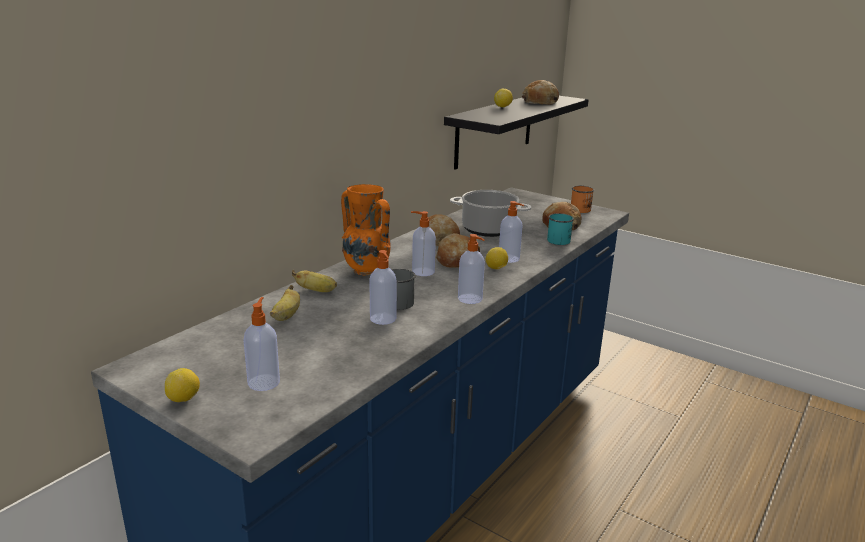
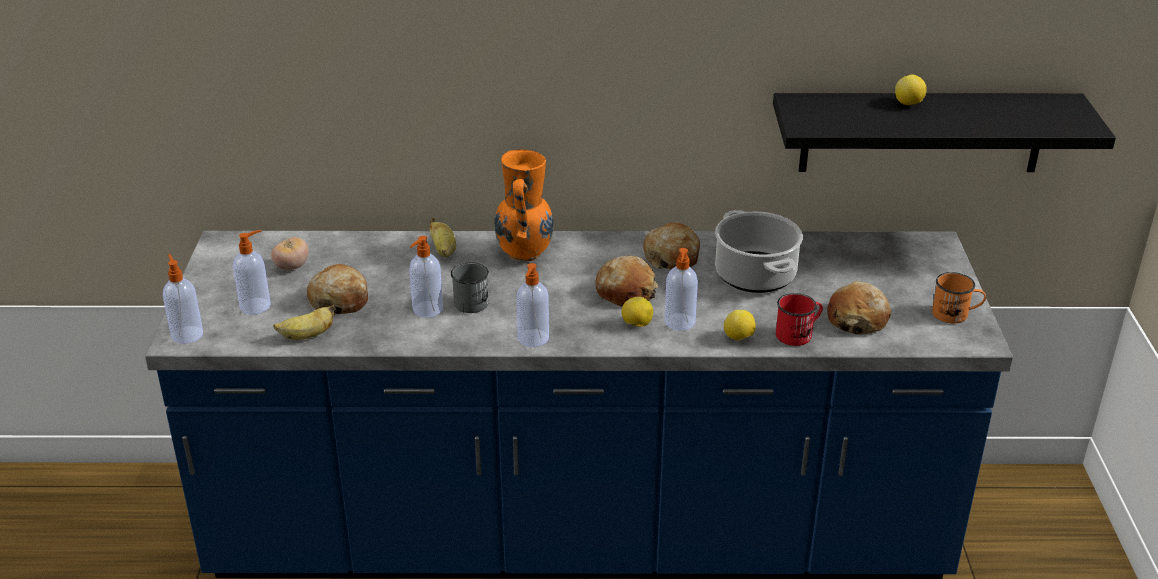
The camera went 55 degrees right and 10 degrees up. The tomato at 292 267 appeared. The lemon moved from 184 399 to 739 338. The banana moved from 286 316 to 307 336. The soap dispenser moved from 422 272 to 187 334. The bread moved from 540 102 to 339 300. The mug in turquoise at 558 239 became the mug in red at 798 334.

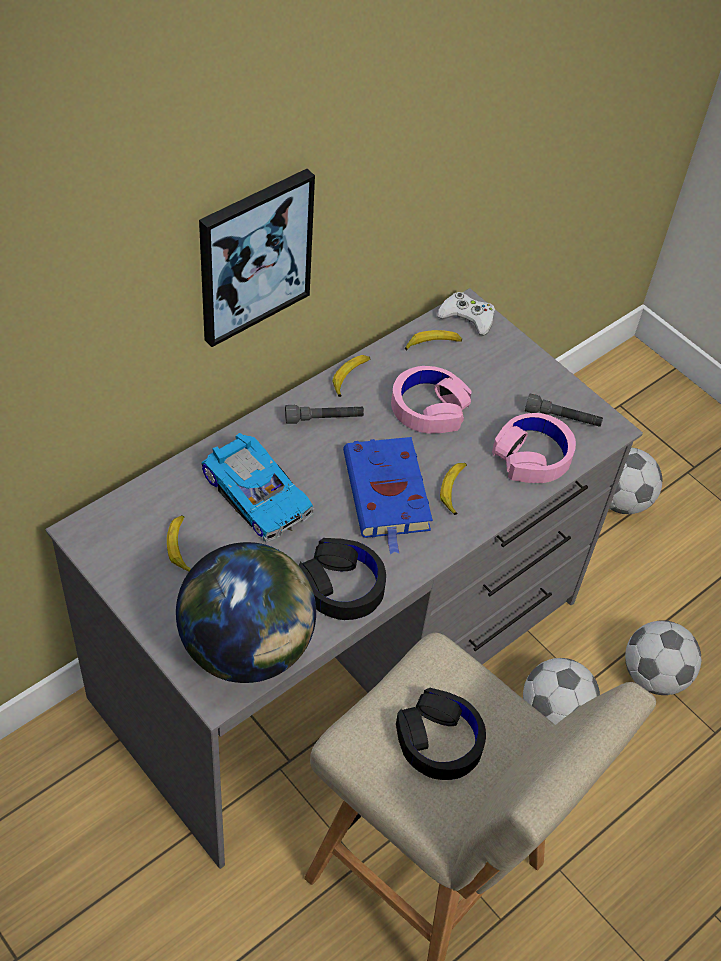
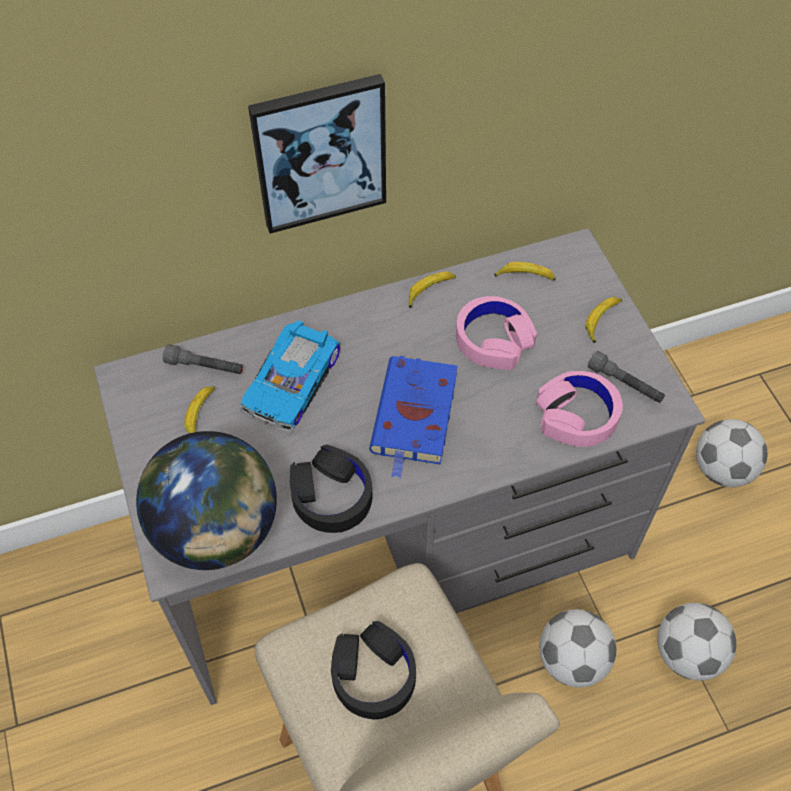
The camera went 25 degrees right and 5 degrees up. The game controller in white at 467 317 disappeared. The flashlight in grey moved from 324 419 to 205 367. The banana moved from 454 490 to 602 321. The toy car at 258 493 turned 45 degrees clockwise.

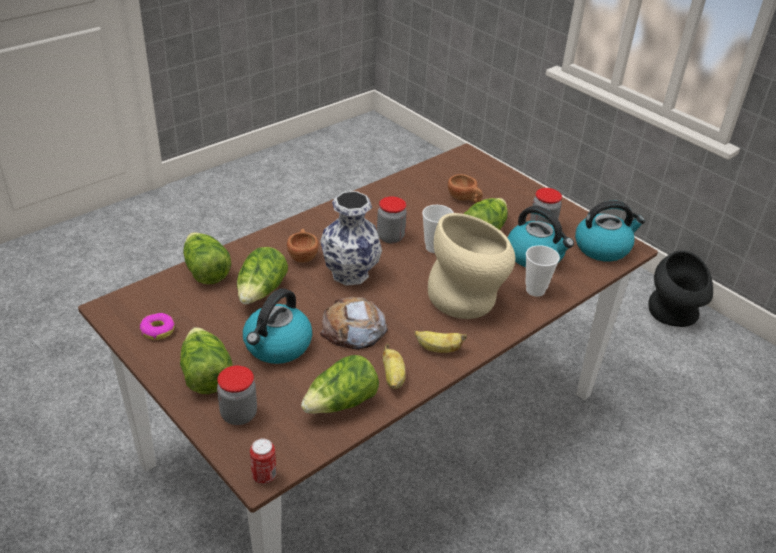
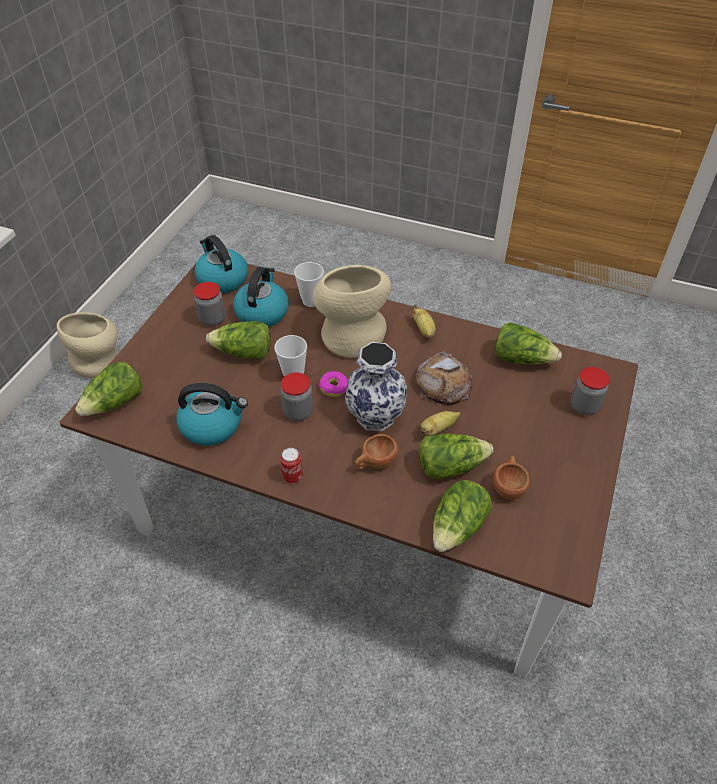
The camera went 115 degrees left and 10 degrees up. The donut moved from 158 330 to 334 387. The lettuce moved from 205 374 to 115 403. The kettle moved from 277 346 to 212 425. The can moved from 264 476 to 293 477. The banana moved from 393 378 to 437 429. The cup in brown moved from 464 199 to 508 486. The vase in black at 673 315 became the vase in beige at 99 362.

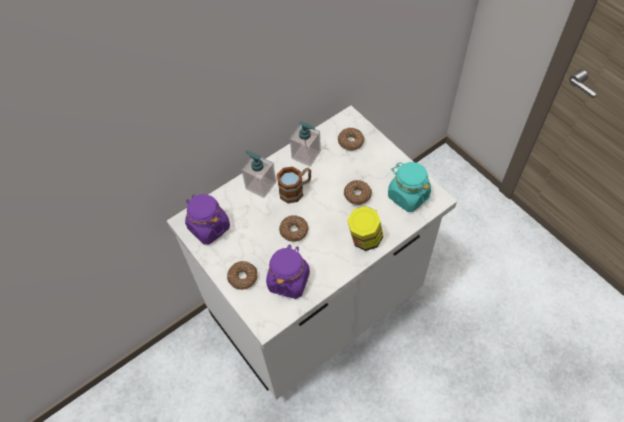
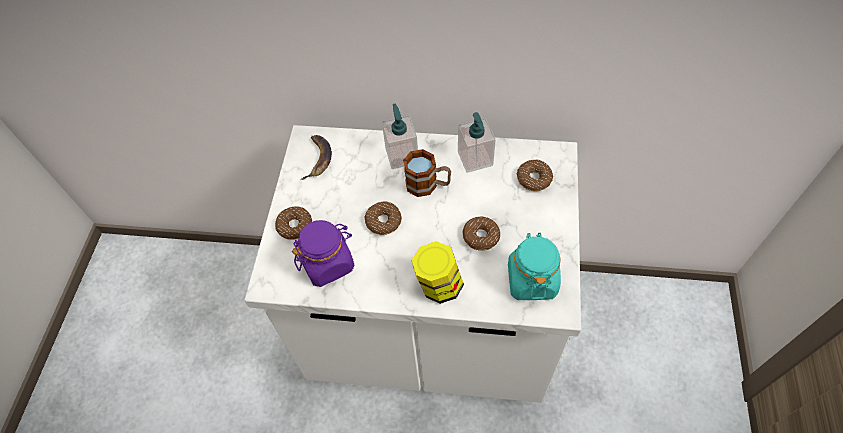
The camera went 45 degrees right and 0 degrees up. The jar in purple at 209 227 was replaced by the banana at 318 158.

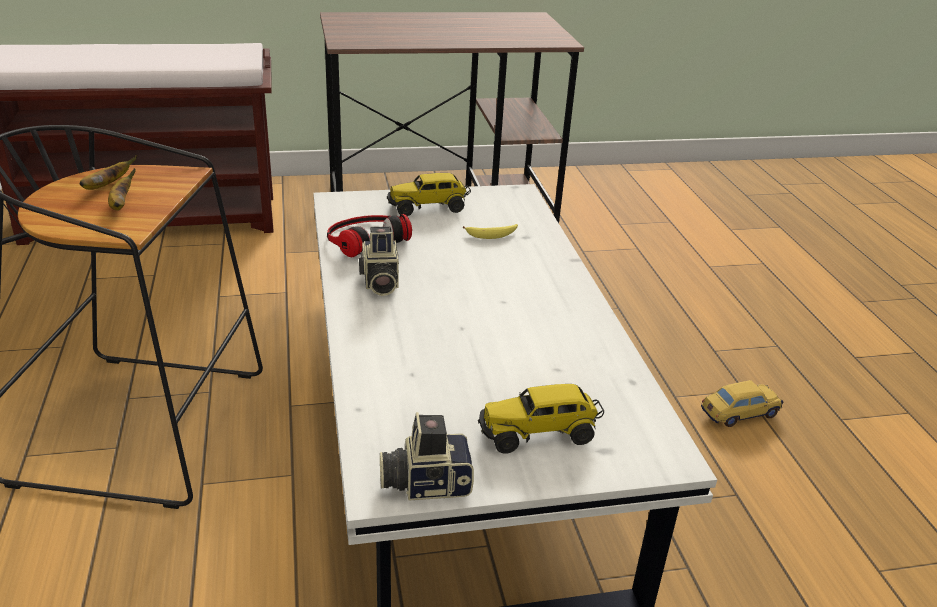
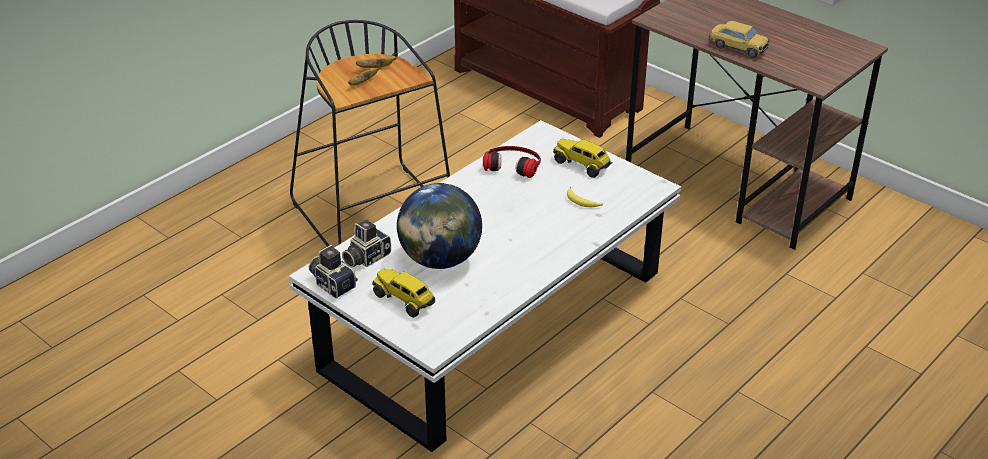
The camera went 55 degrees right and 5 degrees up. The globe at 440 260 appeared. The photo camera moved from 379 282 to 365 257. The toy car moved from 739 413 to 737 48.

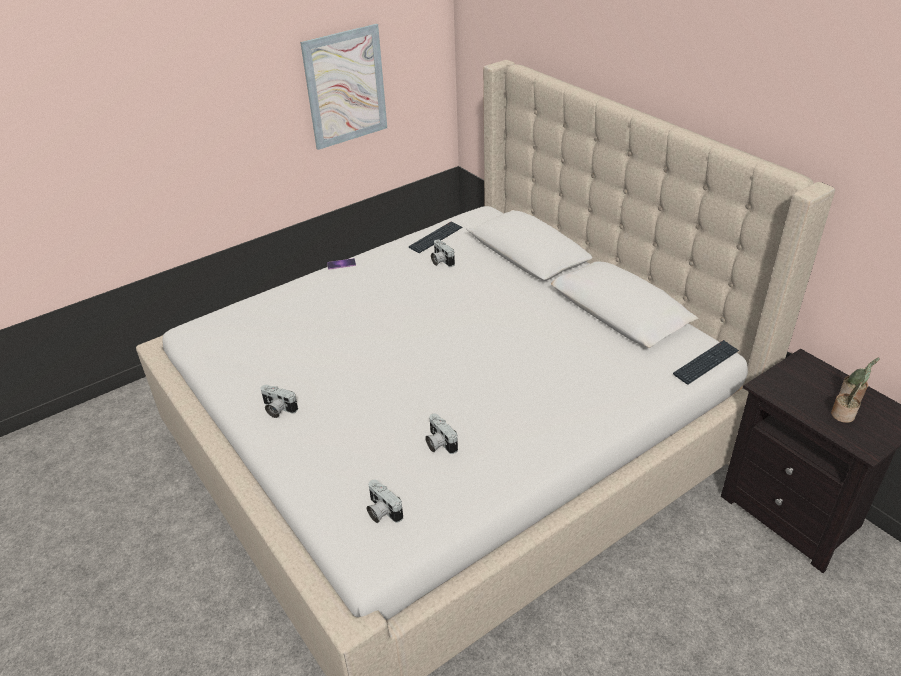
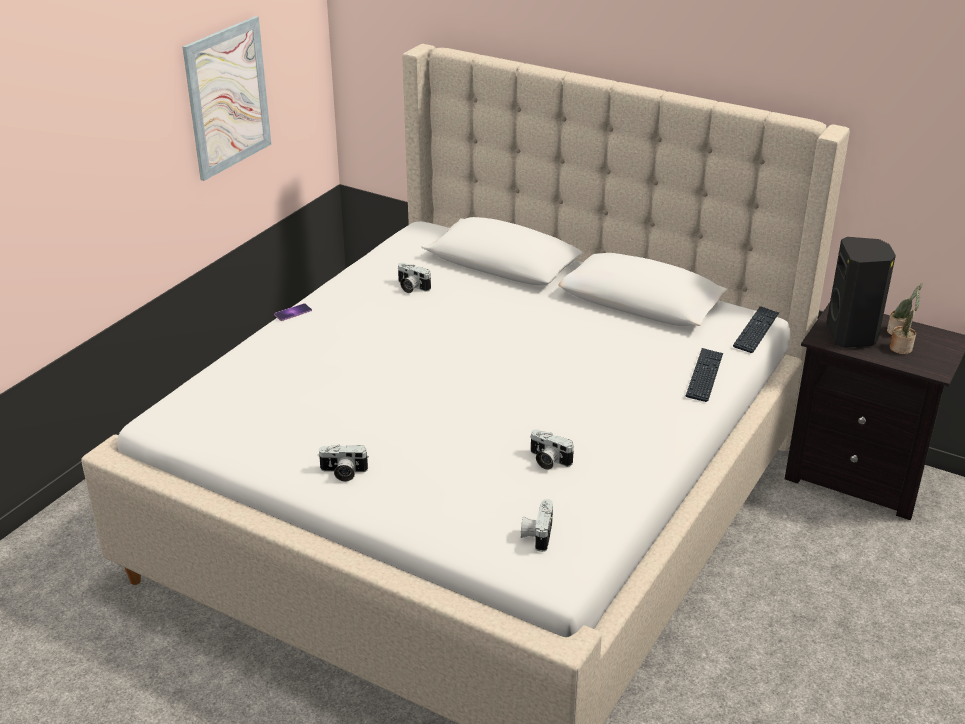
The camera went 25 degrees left and 5 degrees down. The speaker in black at 852 336 appeared. The keyboard moved from 436 238 to 704 376. The photo camera at 381 511 turned 75 degrees clockwise.

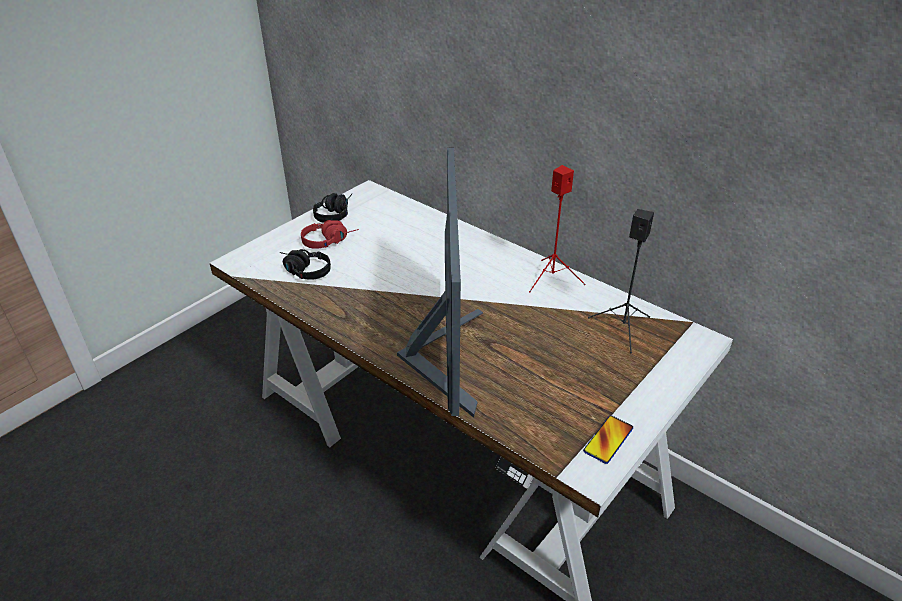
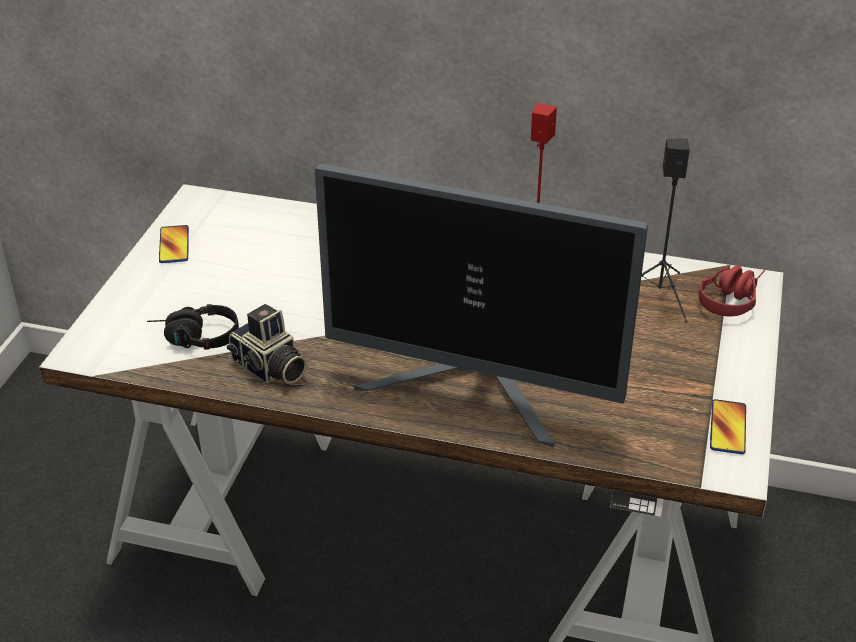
The camera went 25 degrees left and 0 degrees up. The photo camera at 269 369 appeared. The headphones in red moved from 330 241 to 732 298. The headphones in black at 335 213 was replaced by the phone at 174 245. The monitor at 444 356 turned 135 degrees clockwise.

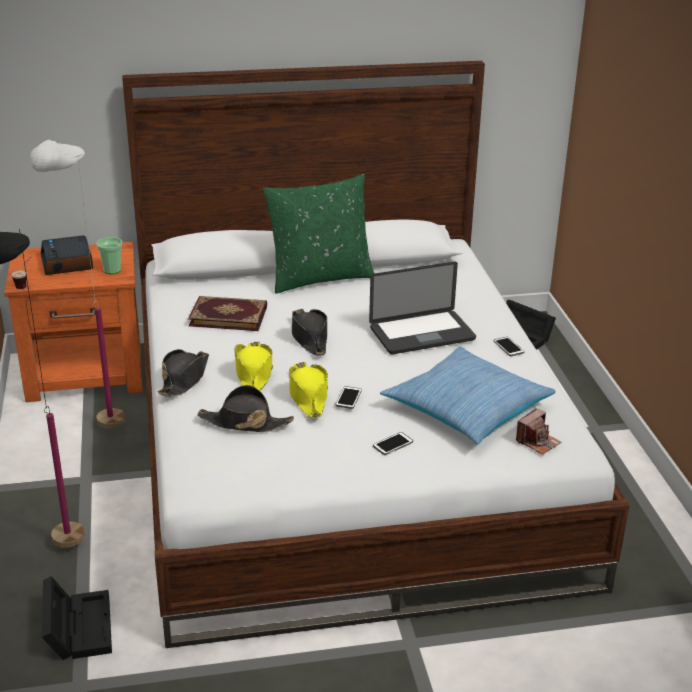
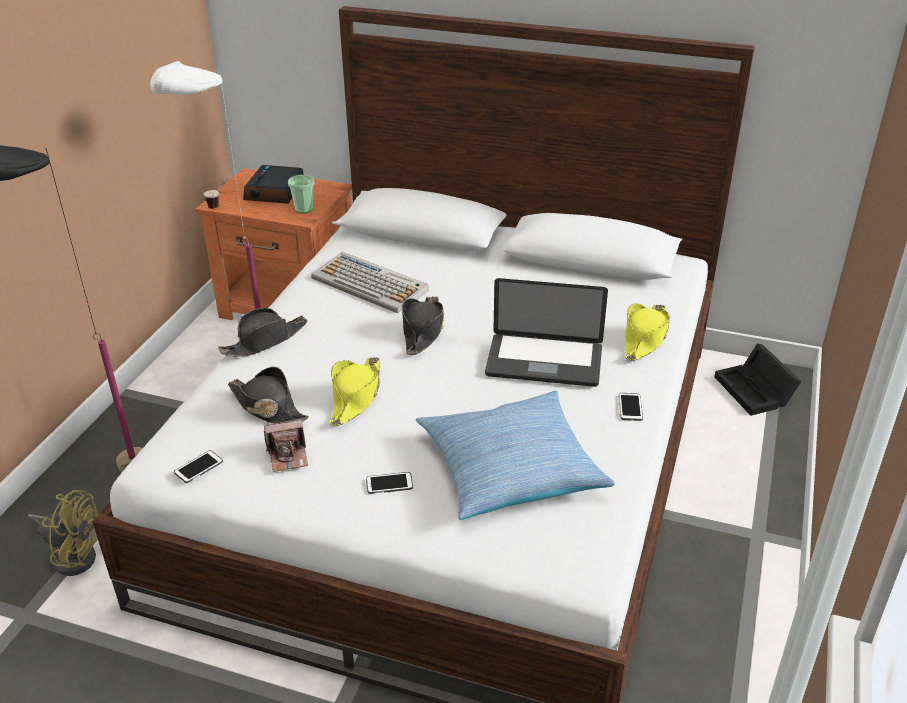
The camera went 30 degrees right and 5 degrees up. The pillow in green at 320 278 disappeared. The hat in yellow moved from 253 373 to 645 338. The phone moved from 348 398 to 198 467. The photo camera moved from 537 442 to 288 456. The storage box in black at 78 626 was replaced by the fan in yellow at 73 555. The book at 228 315 was replaced by the keyboard at 371 284.

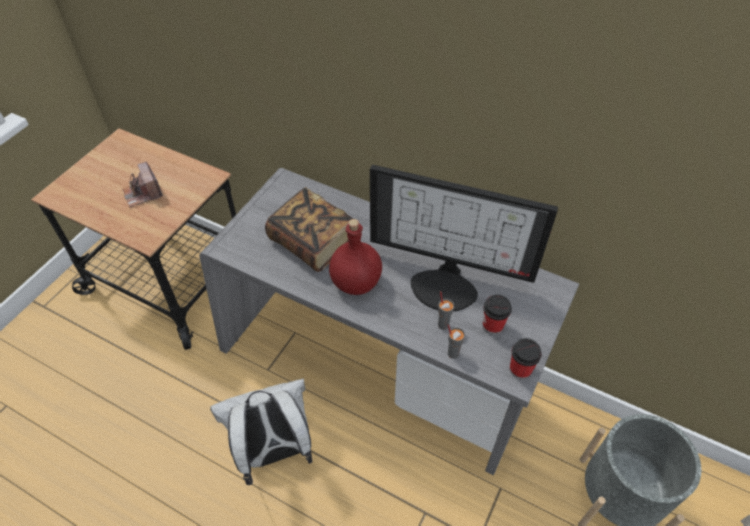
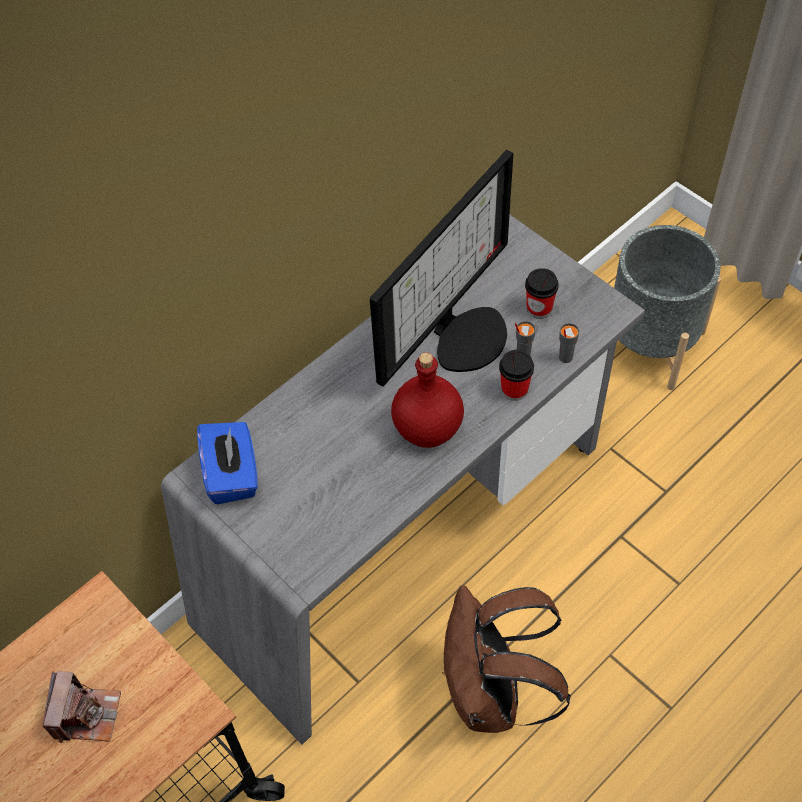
The camera went 70 degrees left and 5 degrees up. The book at 312 242 disappeared. The tissue box in blue at 232 475 appeared. The cup moved from 520 369 to 514 390. The backpack in white at 275 451 became the backpack in brown at 492 695. The photo camera at 143 193 turned 75 degrees counterclockwise.

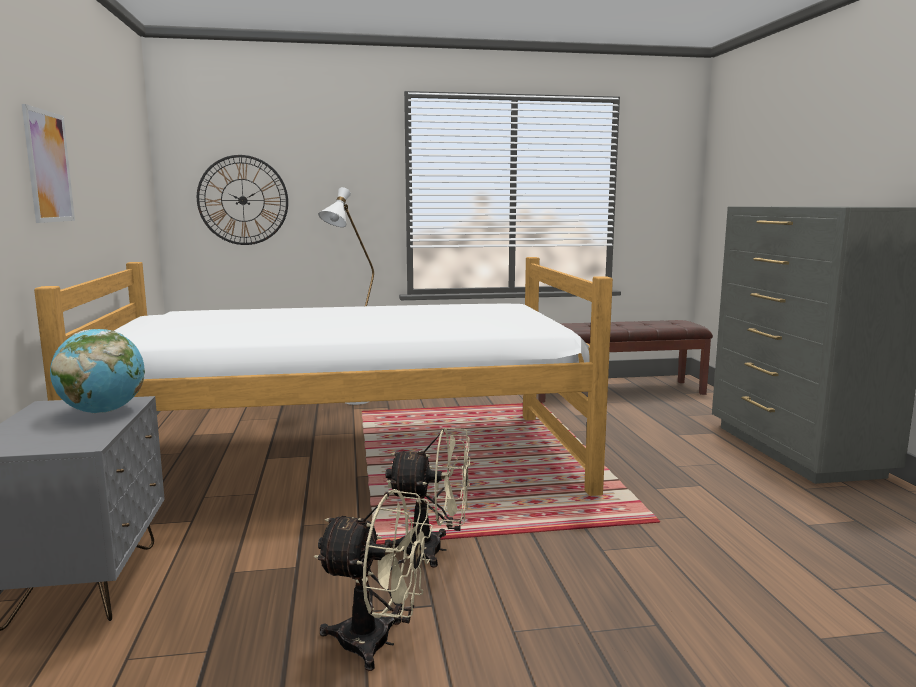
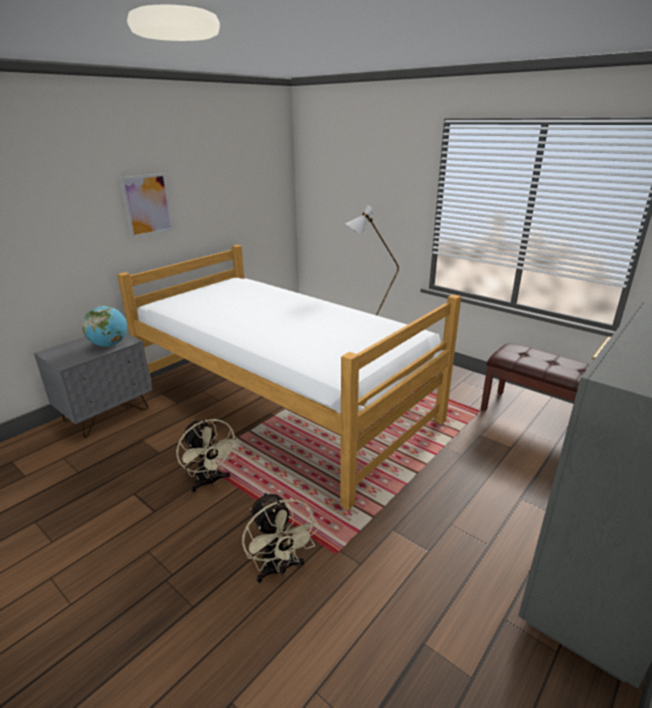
The camera went 50 degrees right and 15 degrees up. The wall clock at 243 200 disappeared. The fan in beige moved from 378 643 to 279 569.

